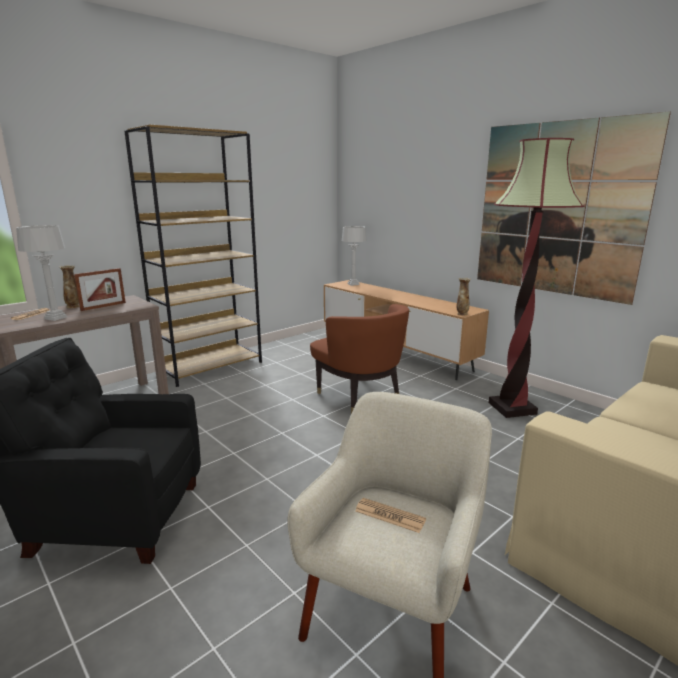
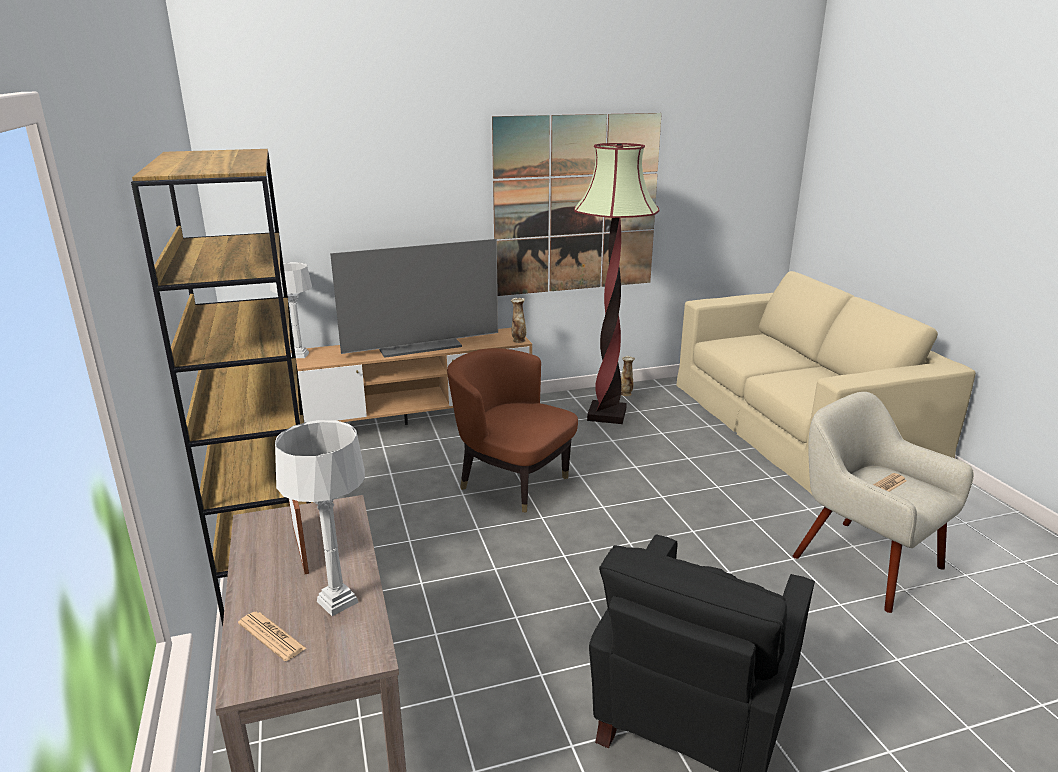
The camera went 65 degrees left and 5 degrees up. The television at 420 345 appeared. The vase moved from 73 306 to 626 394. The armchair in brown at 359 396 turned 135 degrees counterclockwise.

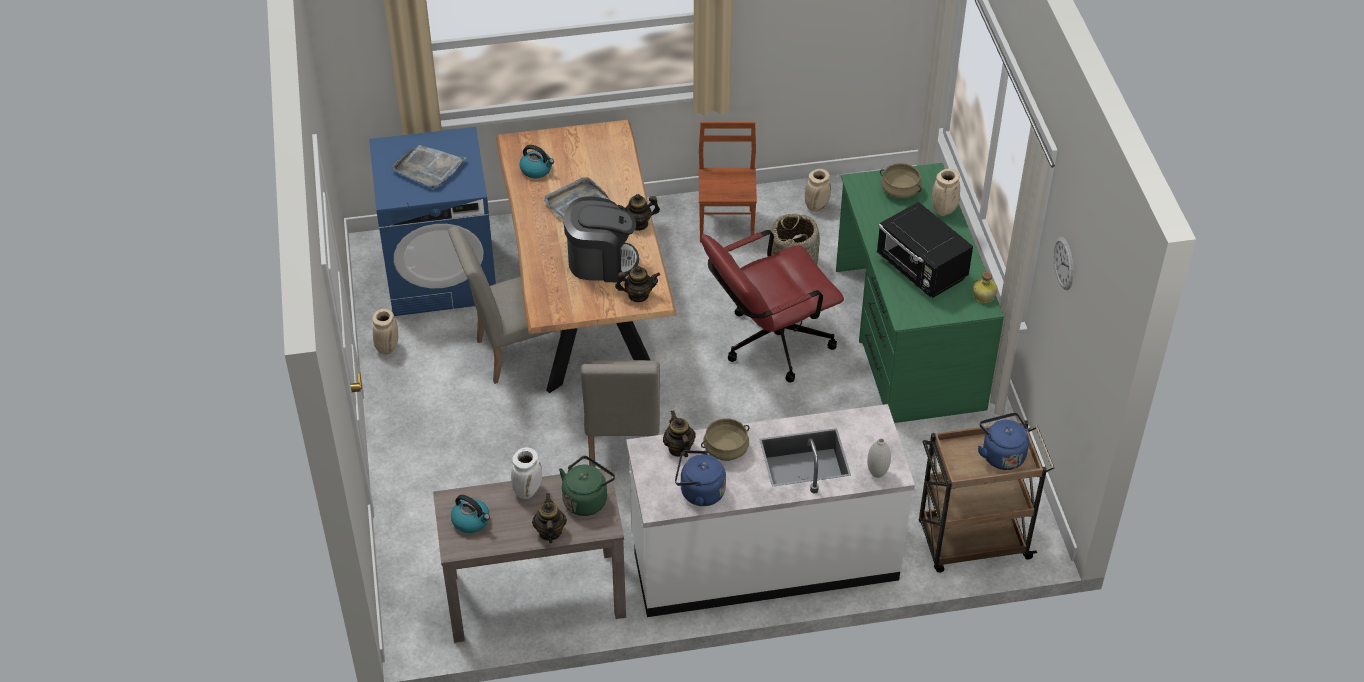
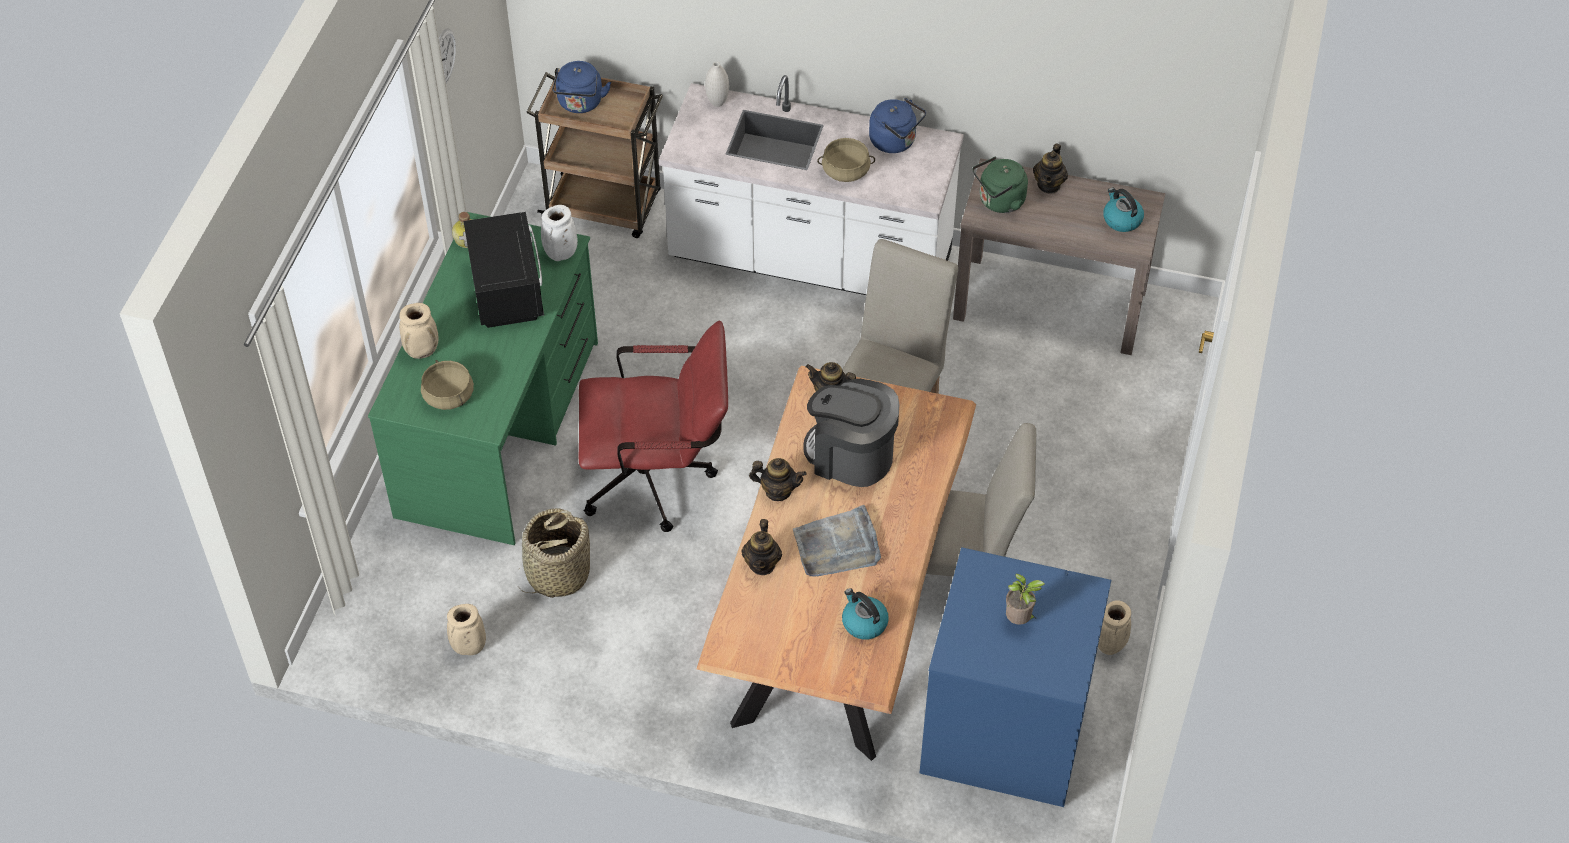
The camera went 155 degrees left and 5 degrees up. The chair in brown at 727 225 disappeared. The vase in white moved from 527 490 to 561 255. The teapot moved from 679 448 to 762 564. The tray in grey at 429 168 was replaced by the potted plant at 1019 620.

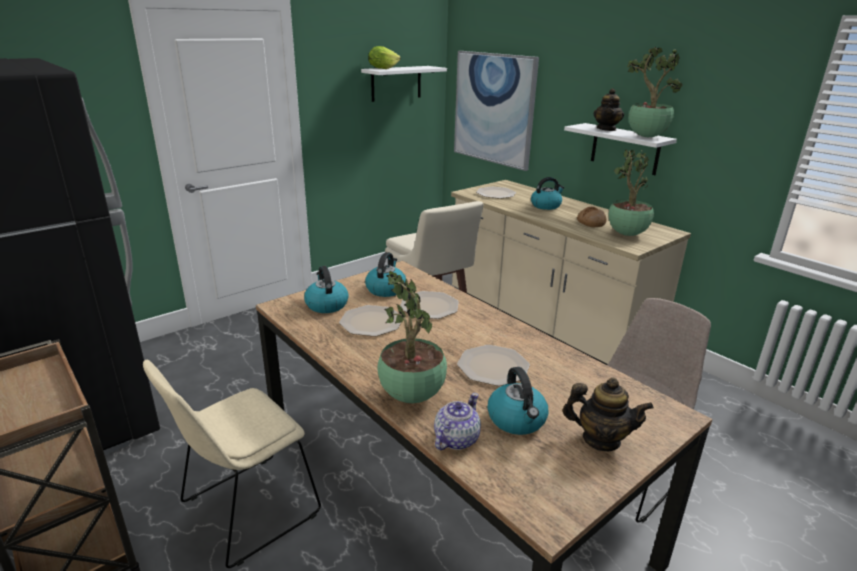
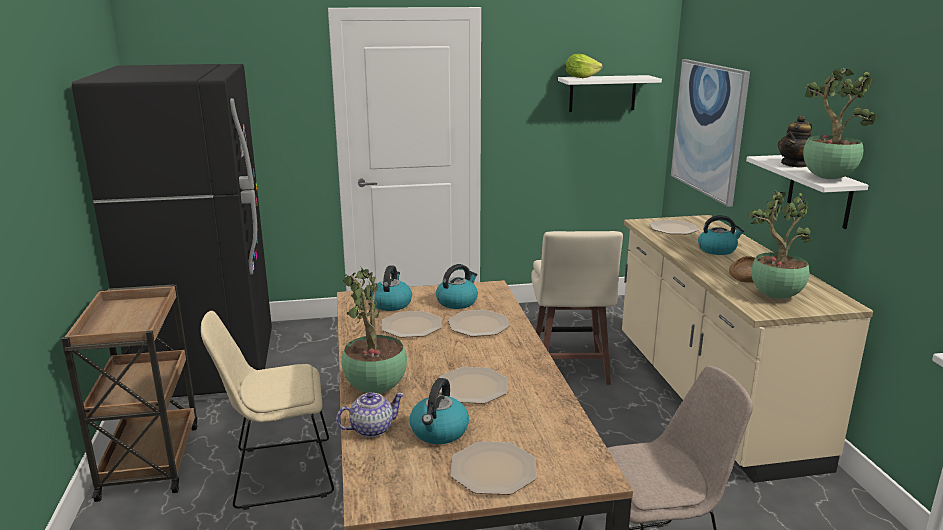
The camera went 30 degrees right and 5 degrees down. The teapot at 601 439 was replaced by the plate at 493 469.

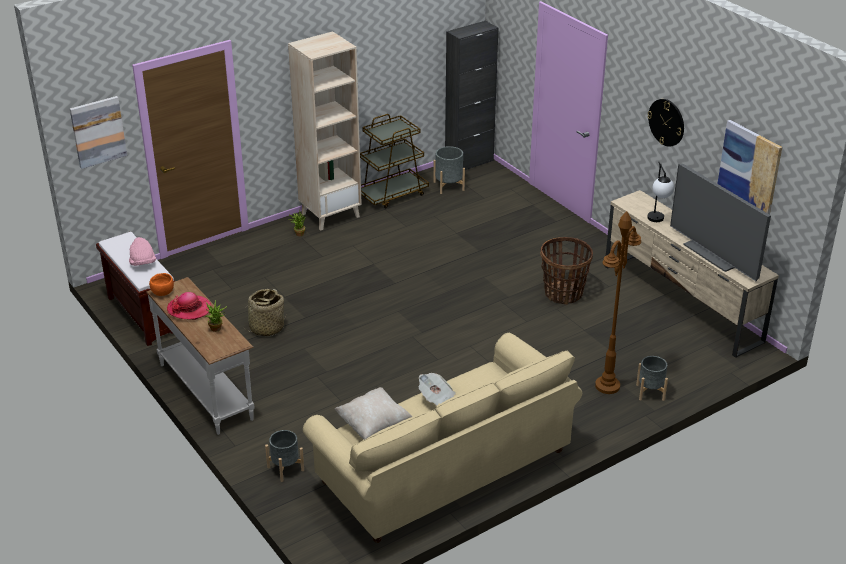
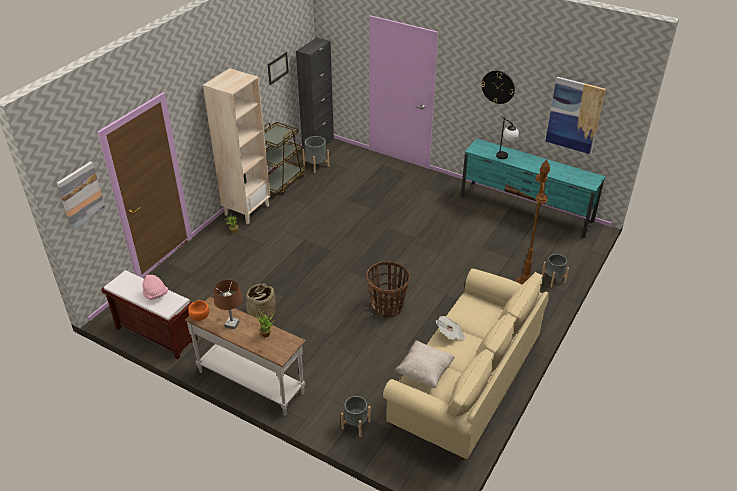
The camera went 25 degrees left and 5 degrees up. The television at 715 254 disappeared. The picture at 277 68 appeared. The basket moved from 563 293 to 387 306. The hat at 189 309 was replaced by the table lamp in brown at 232 324. The tv stand in beige at 681 303 became the tv stand in turquoise at 526 210.

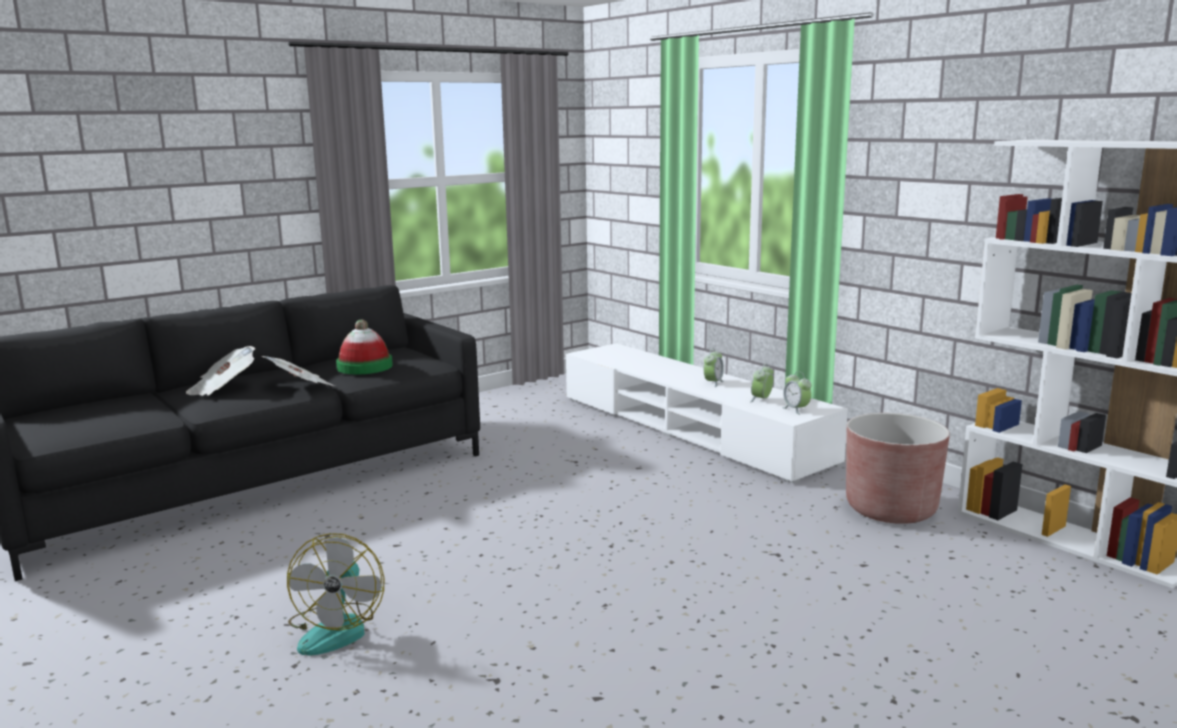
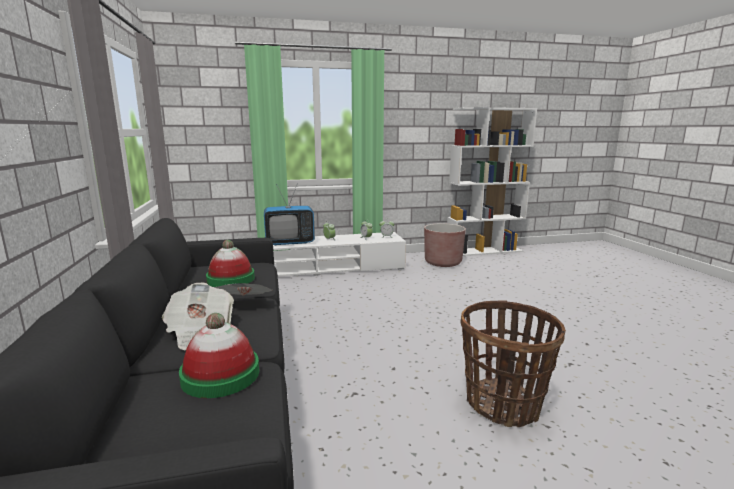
The camera went 65 degrees left and 0 degrees up. The hat at 220 375 appeared. The television at 290 242 appeared. The fan at 337 629 was replaced by the basket at 503 404.

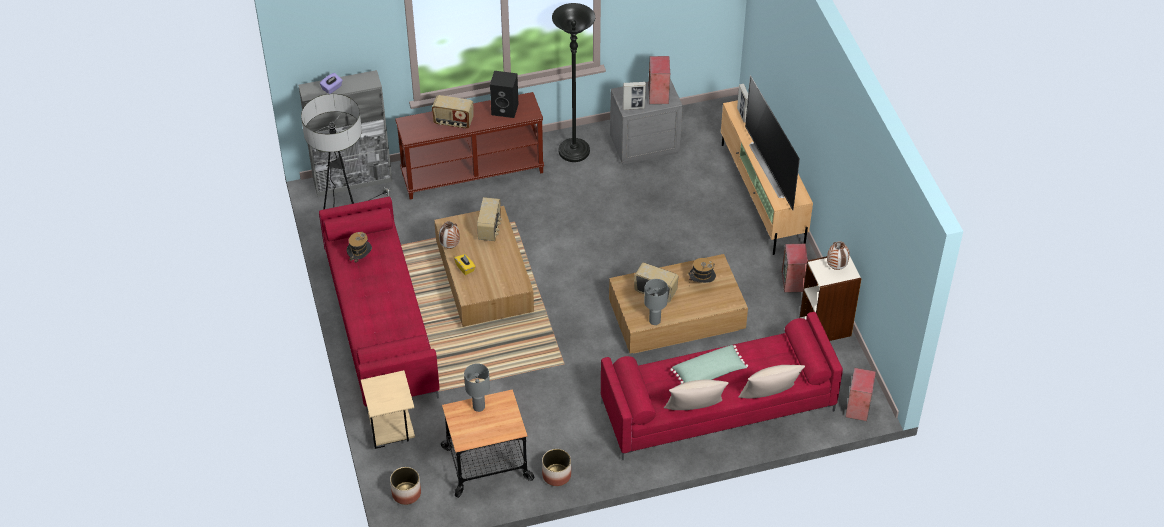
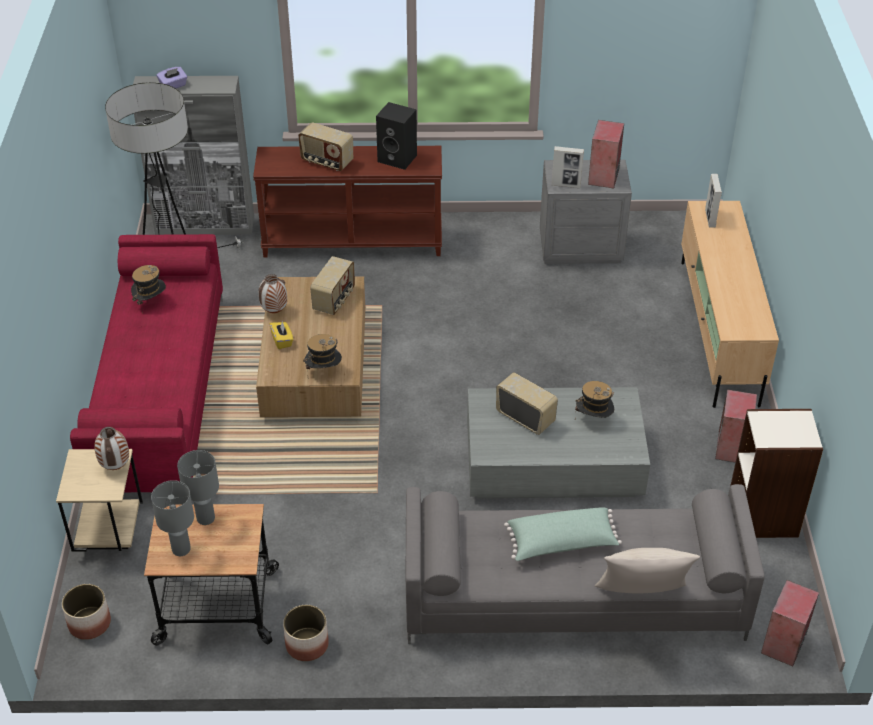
The camera went 15 degrees right and 5 degrees down. The floor lamp in black at 574 152 disappeared. The pillow in beige at 694 412 disappeared. The television at 773 168 disappeared. The hat at 324 371 appeared. The table lamp in grey moved from 655 320 to 181 548. The vase moved from 836 267 to 116 467. The sofa in red at 717 407 became the sofa in grey at 571 597. The coffee table in brown at 676 317 became the coffee table in grey at 552 462.

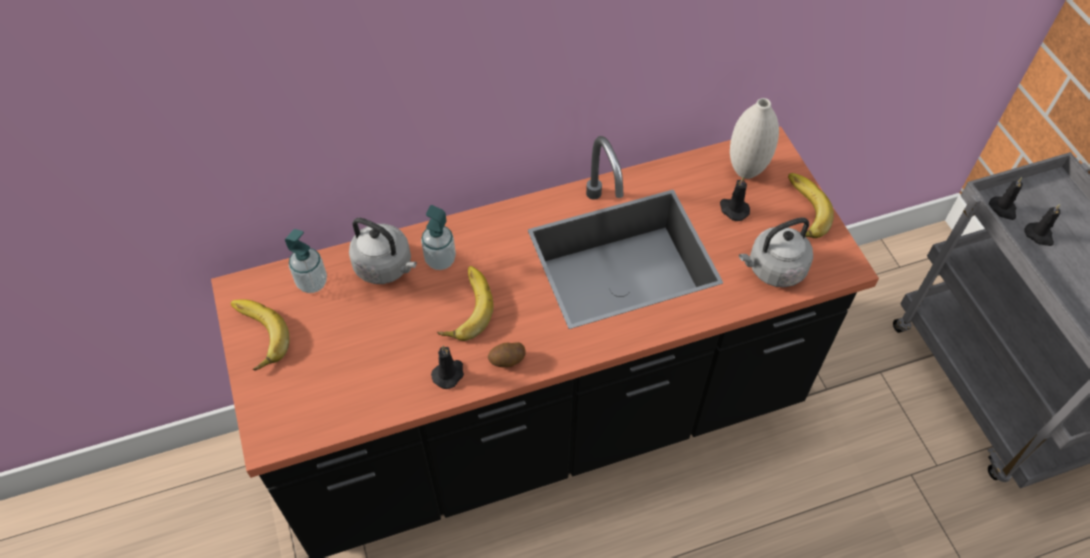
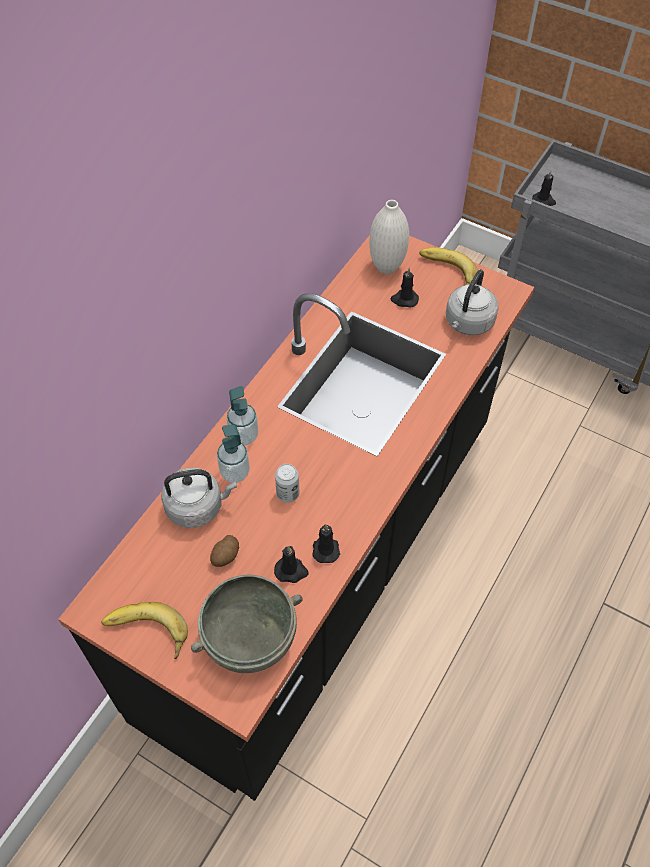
The camera went 40 degrees left and 0 degrees up. The bowl in grey at 249 636 appeared. The soap dispenser moved from 312 282 to 244 436. The potato moved from 507 360 to 226 556. The candle in black moved from 1039 235 to 291 571. The banana at 464 307 was replaced by the can at 288 494.

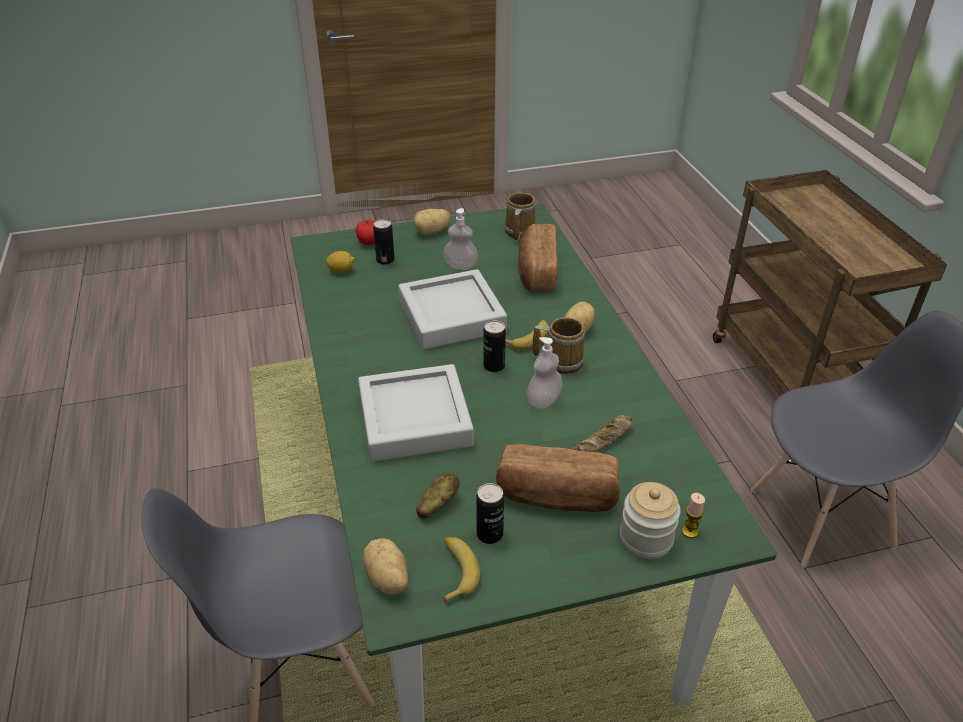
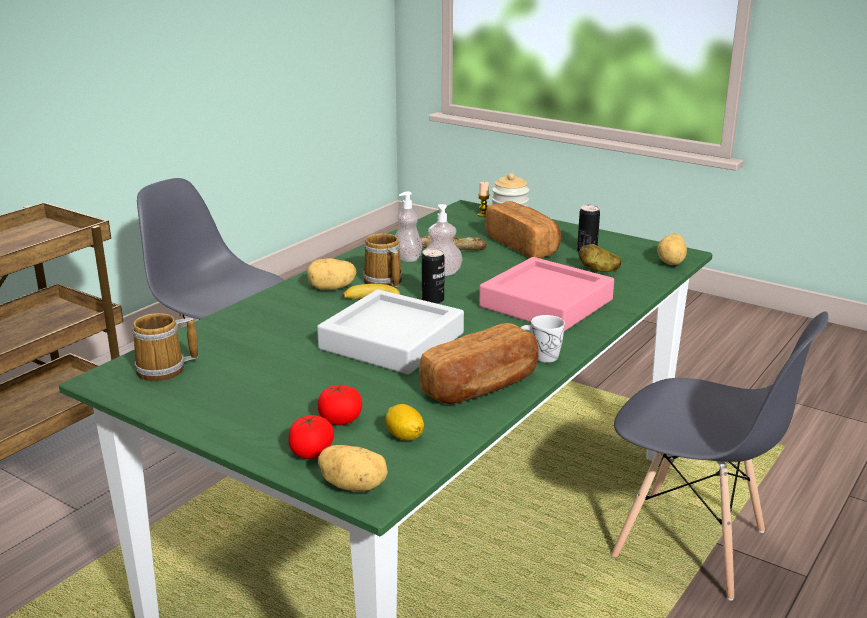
The camera went 130 degrees left and 15 degrees down. The banana at 456 571 disappeared. The mug in white at 540 356 appeared. The potato moved from 432 232 to 354 486. The soap dispenser moved from 460 266 to 408 258. The bread moved from 537 271 to 481 386. The can at 385 260 was replaced by the tomato at 340 420. The tray in grey at 415 420 became the tray in pink at 546 303.

